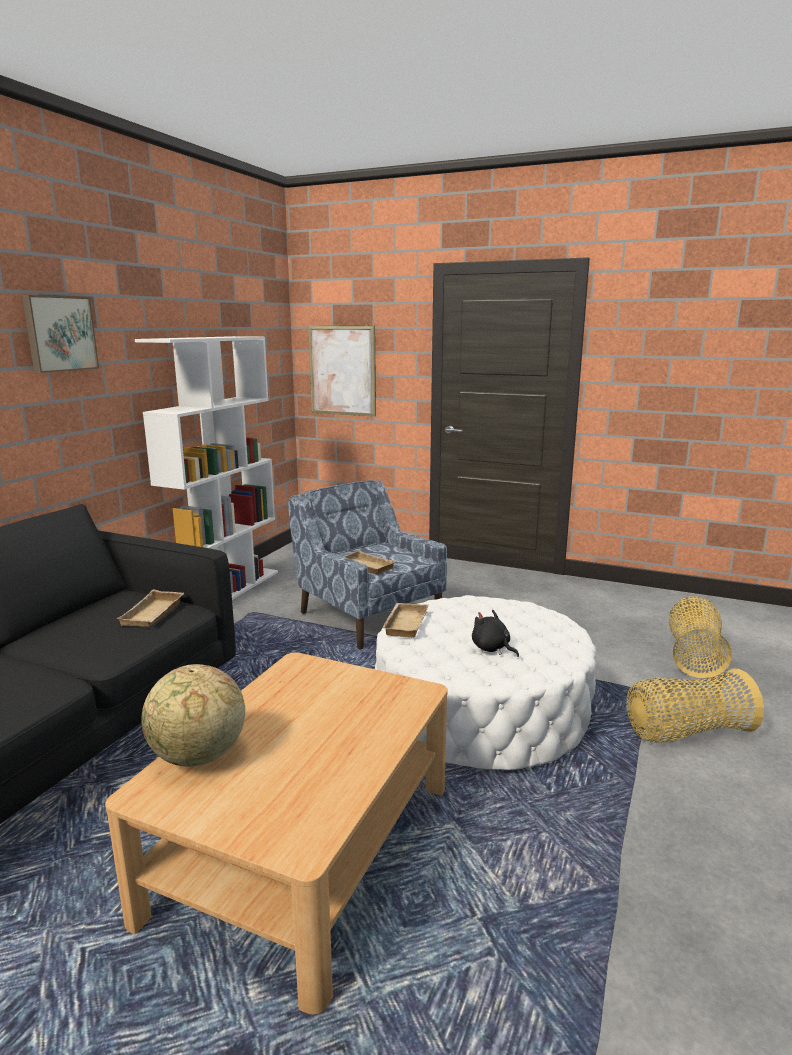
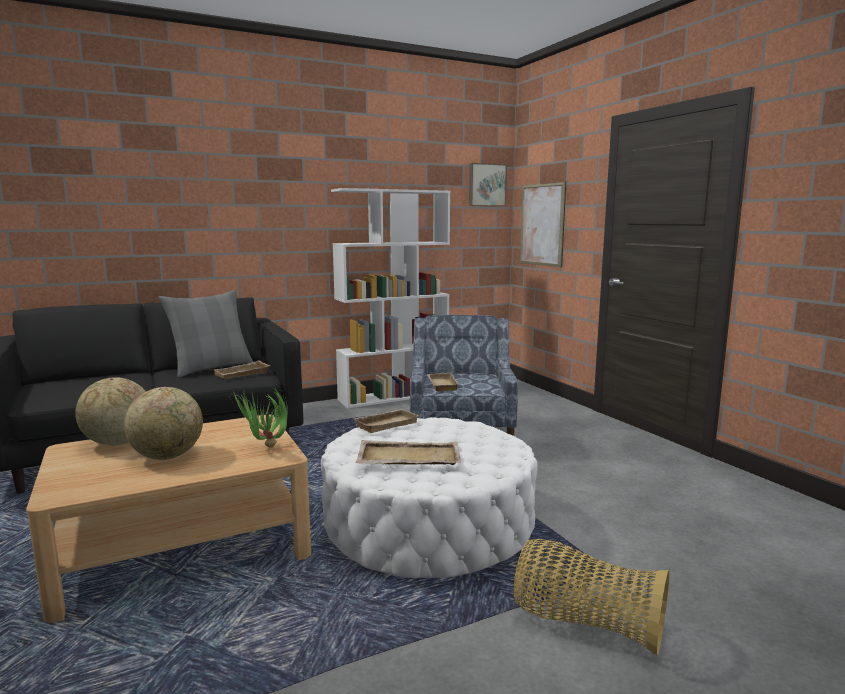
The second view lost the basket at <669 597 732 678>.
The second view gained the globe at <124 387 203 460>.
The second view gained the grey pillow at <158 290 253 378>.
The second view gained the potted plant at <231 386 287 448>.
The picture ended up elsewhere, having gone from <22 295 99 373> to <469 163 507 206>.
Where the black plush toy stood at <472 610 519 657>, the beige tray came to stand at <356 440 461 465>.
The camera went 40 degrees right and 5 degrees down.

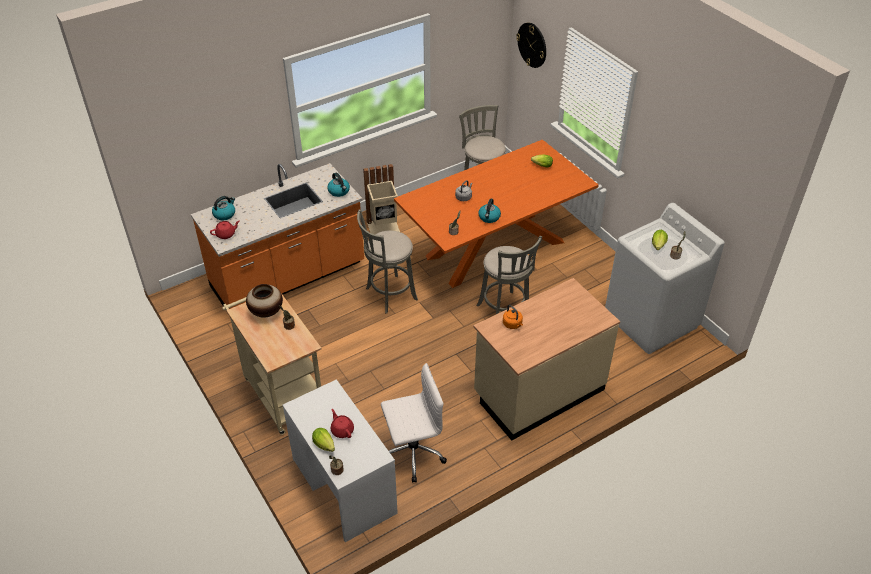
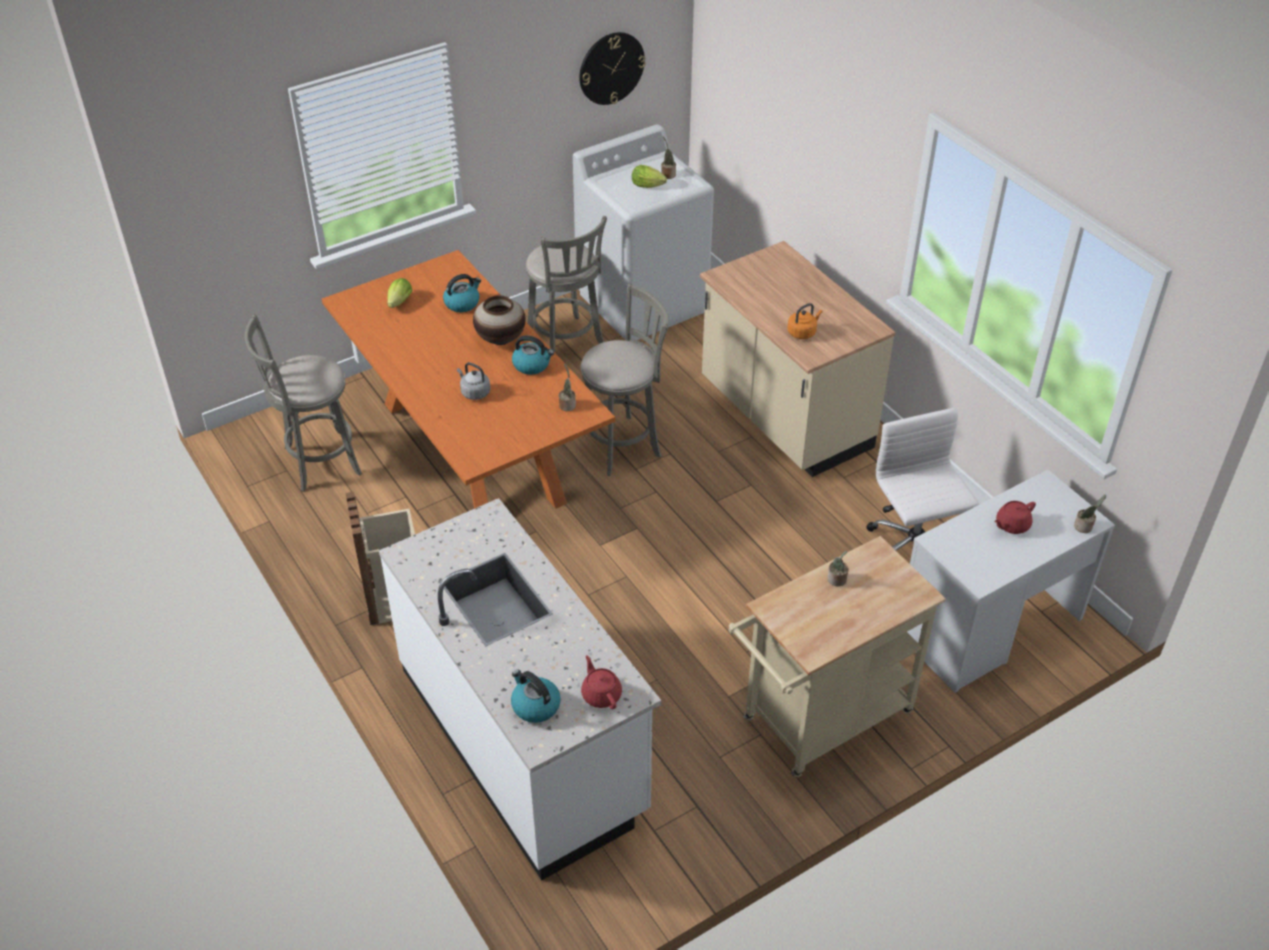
The second view lost the lettuce at <312 428 335 452>.
The vase ended up elsewhere, having gone from <246 284 283 317> to <473 295 526 345>.
The kettle ended up elsewhere, having gone from <327 173 350 197> to <443 274 481 312>.
The grey stool ended up elsewhere, having gone from <357 209 418 314> to <526 216 607 352>.
The wall clock ended up elsewhere, having gone from <516 22 546 68> to <579 32 646 105>.
What was the orange counter at <191 163 364 309> turned into the white counter at <379 498 661 881>.
The camera went 90 degrees left and 0 degrees up.

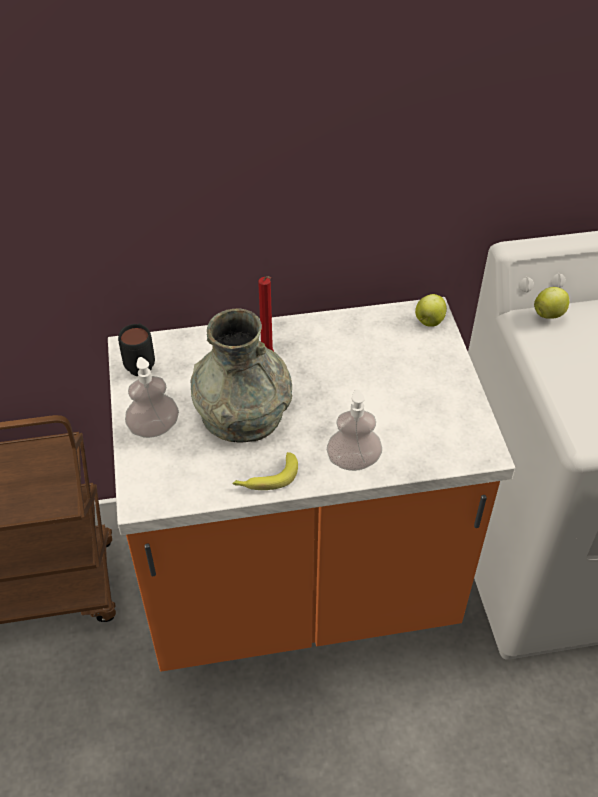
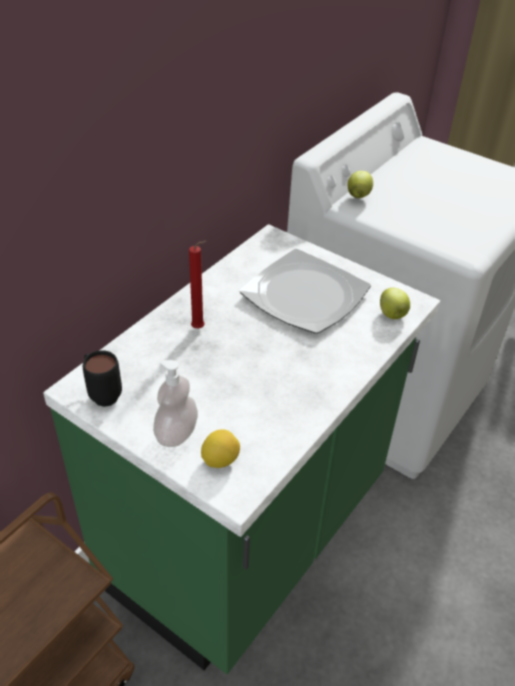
The second view lost the grey vase at <191 309 292 443>.
The second view lost the banana at <232 452 298 490>.
The second view lost the soap dispenser at <327 390 382 471>.
The second view gained the lemon at <201 429 240 468>.
The second view gained the plate at <240 249 371 334>.
The apple ended up elsewhere, having gone from <415 294 447 327> to <380 288 410 319>.
What was the orange counter at <108 297 515 672> turned into the green counter at <43 224 440 674>.
The camera went 45 degrees left and 5 degrees down.

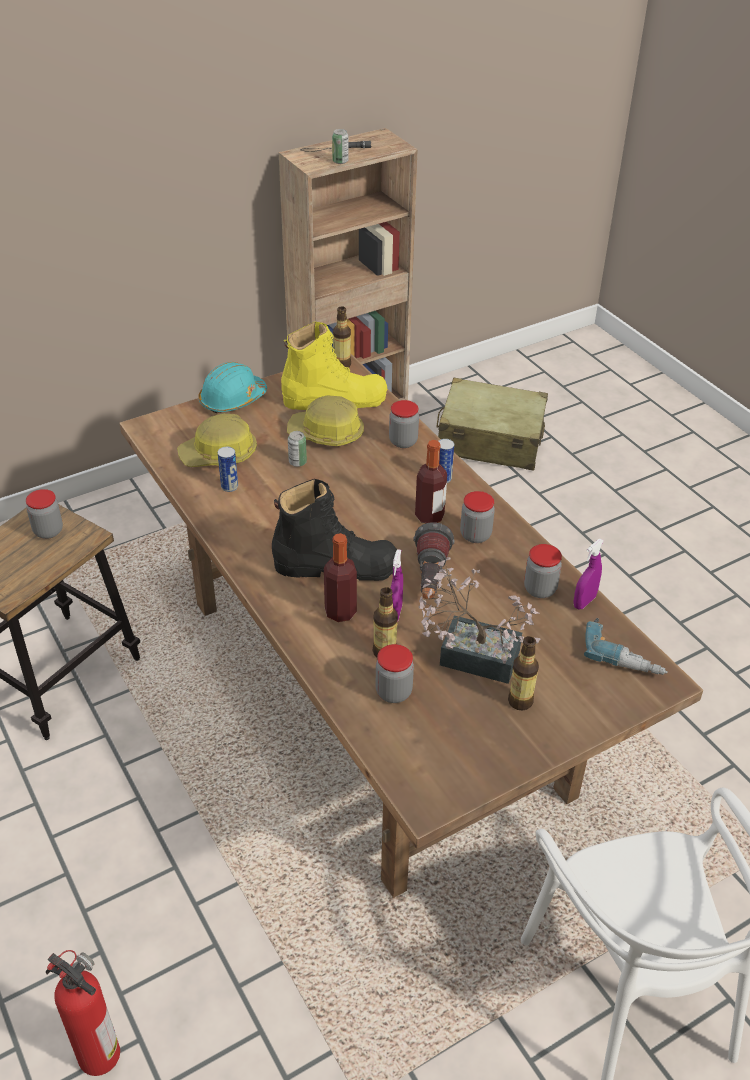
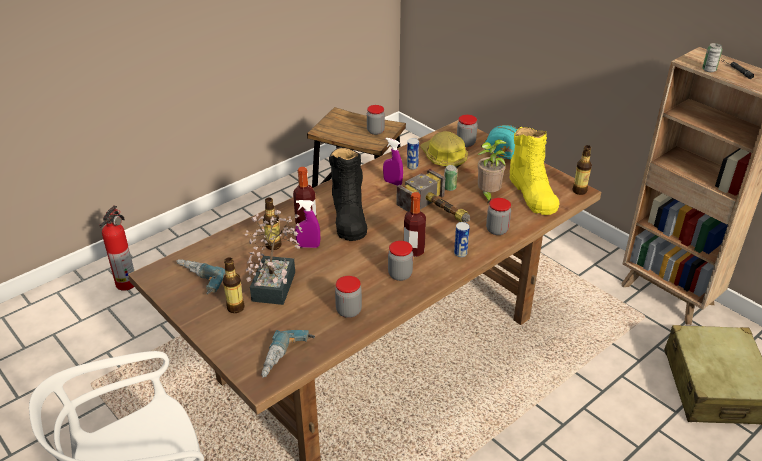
The second view lost the flashlight at <413 522 455 599>.
The second view gained the power drill at <176 259 225 294>.
The second view gained the hammer at <396 169 470 222>.
The jar ended up elsewhere, having gone from <376 644 414 703> to <457 115 477 147>.
The purple spray bottle ended up elsewhere, having gone from <574 539 604 610> to <383 138 403 186>.
Where the hard hat stood at <287 396 364 446>, the potted plant came to stand at <477 139 507 204>.
The camera went 80 degrees right and 5 degrees down.

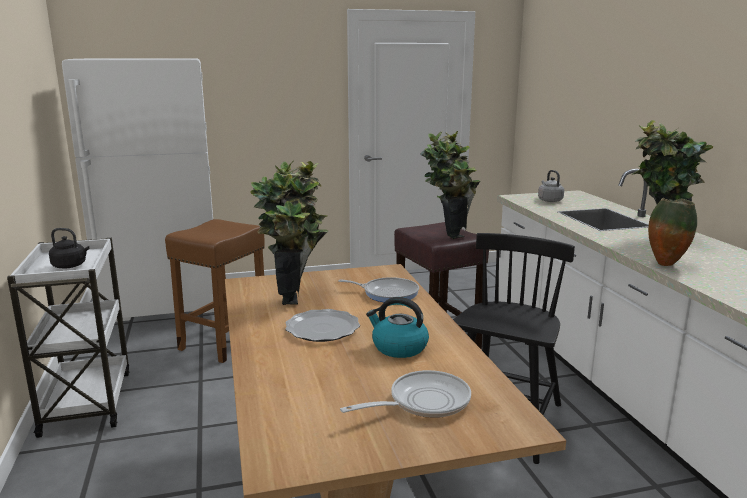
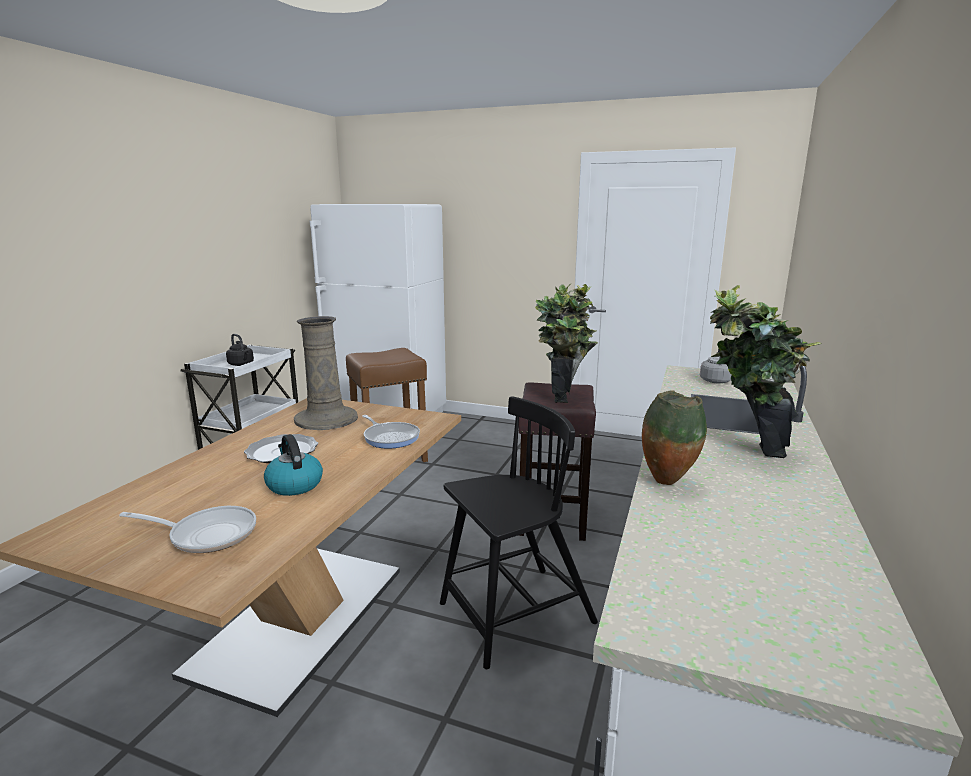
Where the potted plant stood at <250 160 328 305>, the beige vase came to stand at <294 316 358 430>.
The camera went 35 degrees right and 0 degrees up.

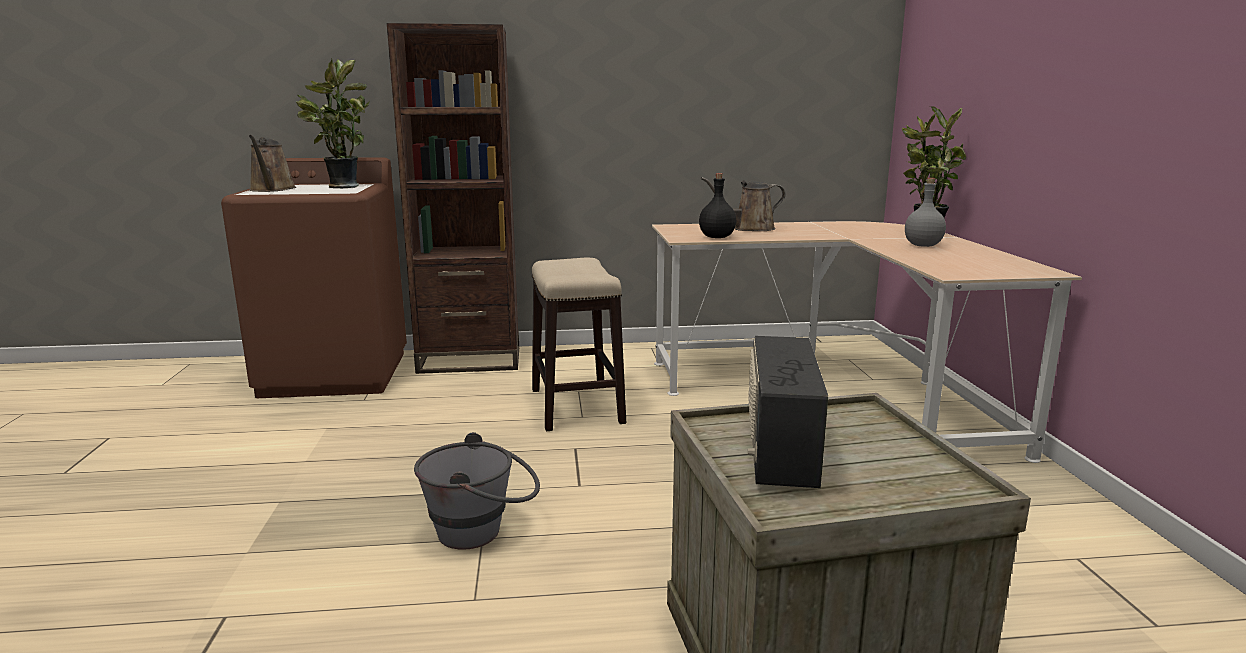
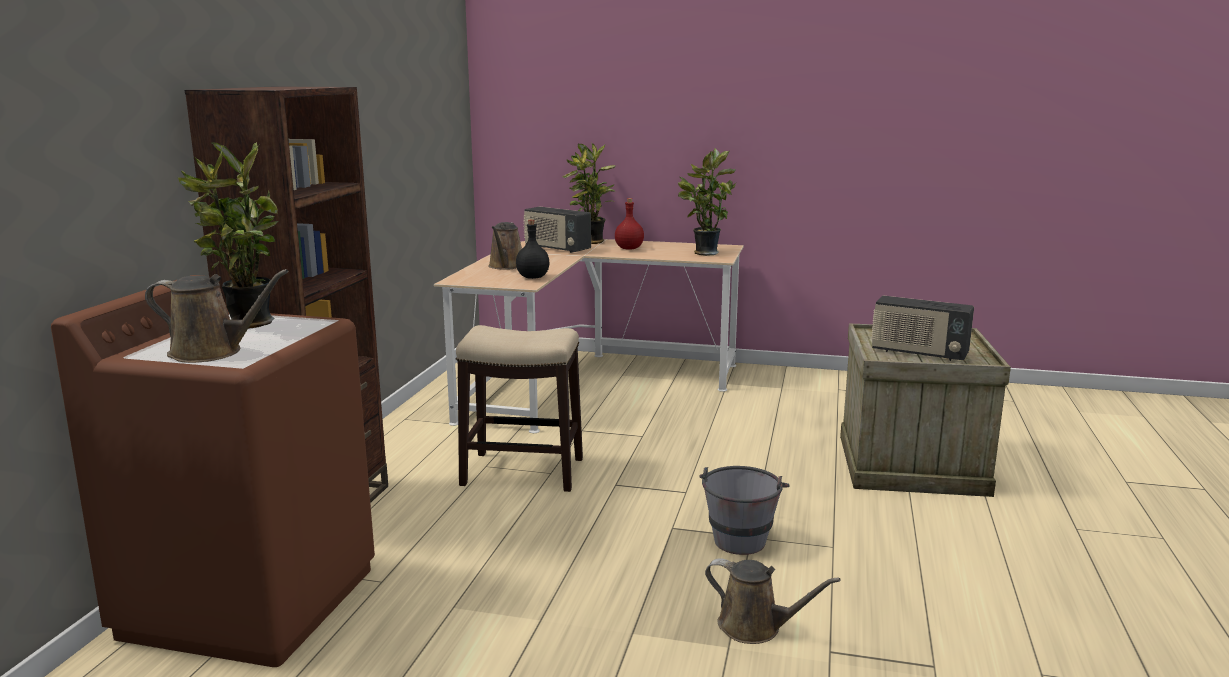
The second view gained the radio at <523 207 591 253>.
The second view gained the potted plant at <678 148 736 256>.
The second view gained the brown watering can at <705 558 841 644>.
What was the grey bottle at <905 178 946 247> turned into the red bottle at <615 198 644 250>.
The camera went 70 degrees left and 0 degrees up.

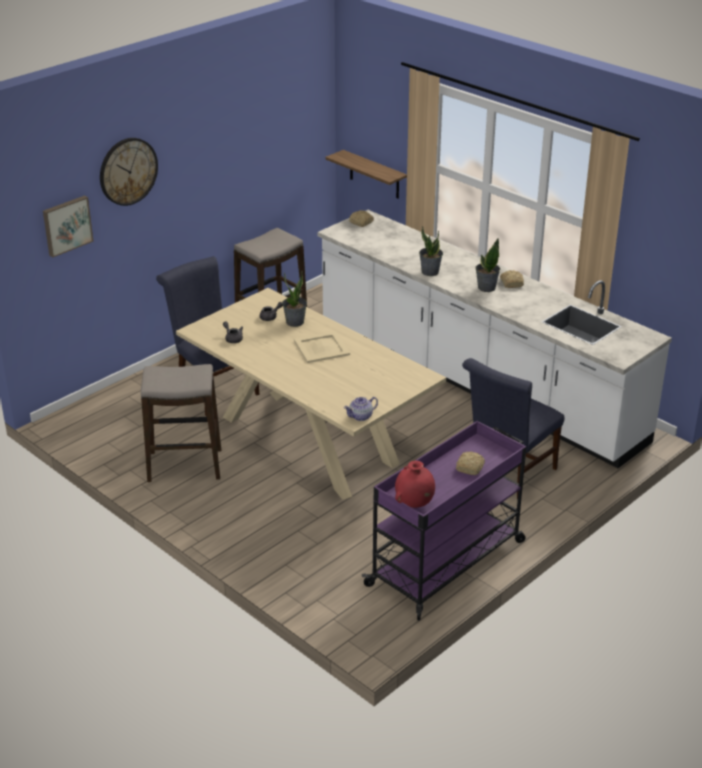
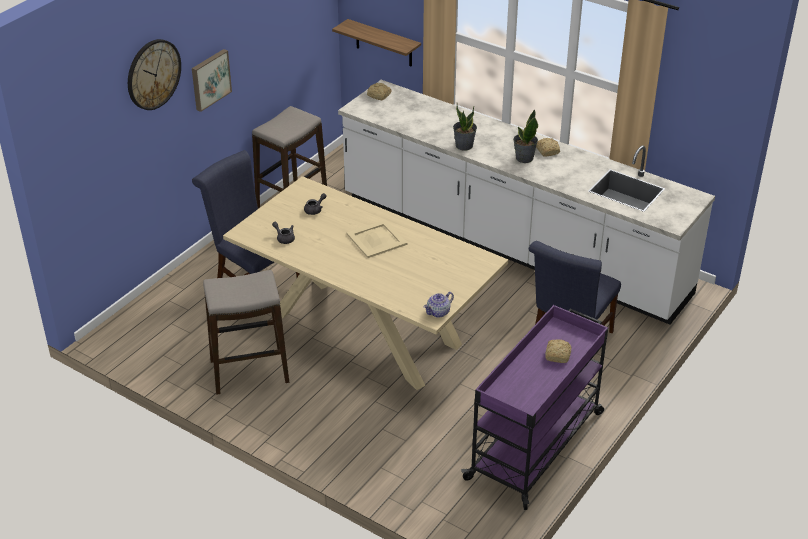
The second view lost the potted plant at <282 273 307 327>.
The second view lost the red vase at <395 461 435 508>.
The picture ended up elsewhere, having gone from <43 196 94 257> to <192 49 232 112>.
The camera went 10 degrees left and 5 degrees up.

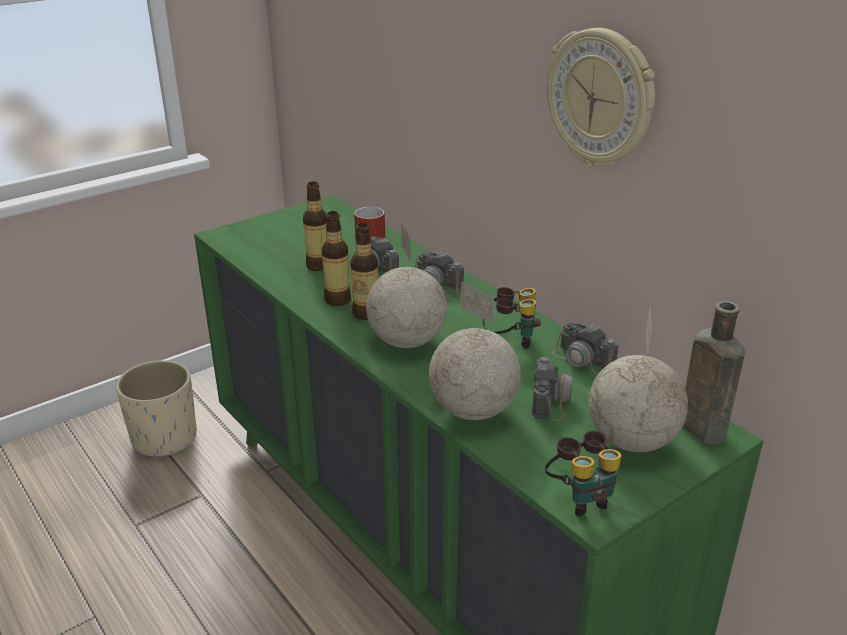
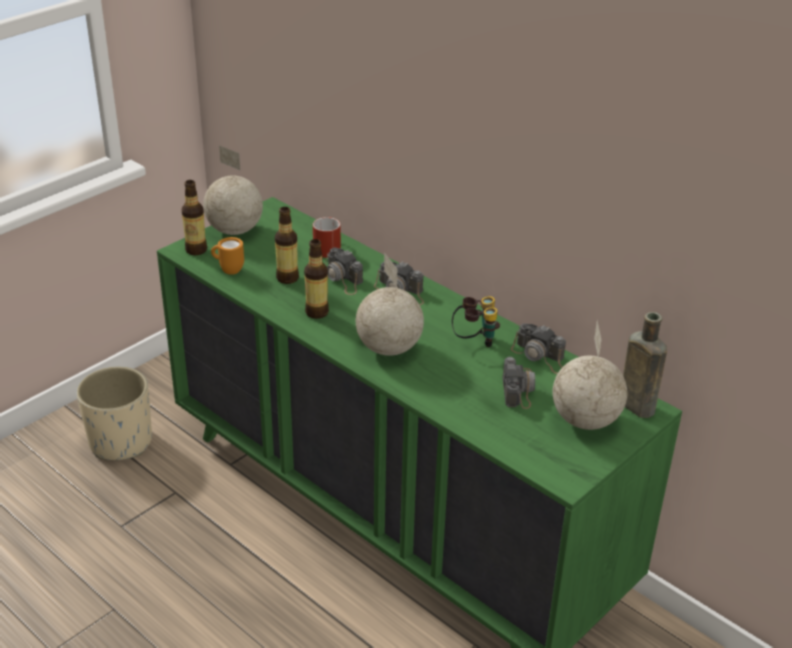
The second view lost the binoculars at <545 431 622 516>.
The second view lost the wall clock at <547 28 655 167>.
The second view gained the orange mug at <211 237 244 275>.
The bottle ended up elsewhere, having gone from <350 223 378 320> to <182 180 207 255>.
The globe ended up elsewhere, having gone from <429 282 521 420> to <203 145 263 235>.
The camera went 10 degrees left and 5 degrees up.

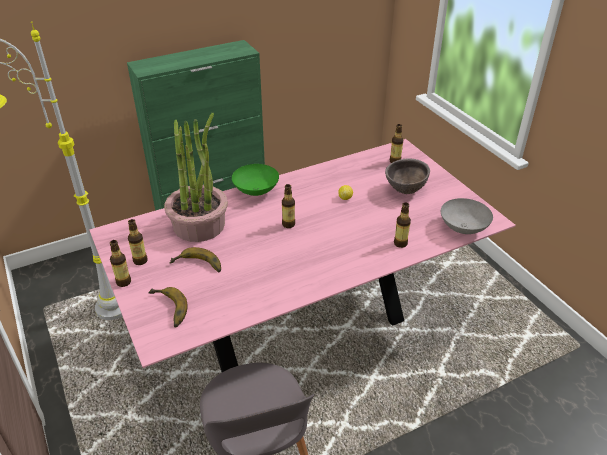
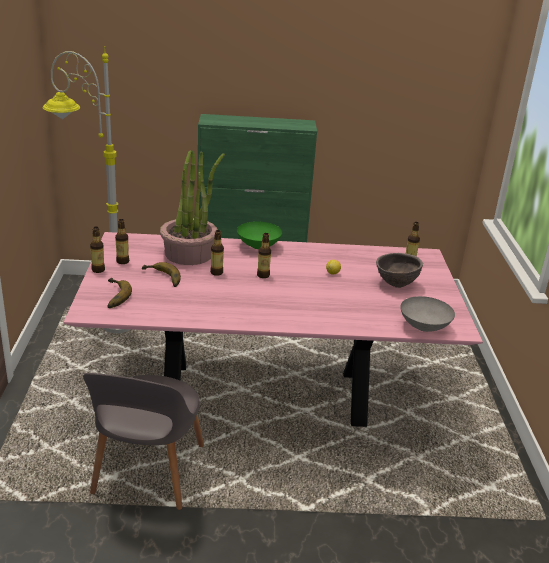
The bottle ended up elsewhere, having gone from <394 203 411 248> to <210 230 224 276>.
The camera went 25 degrees right and 10 degrees down.

